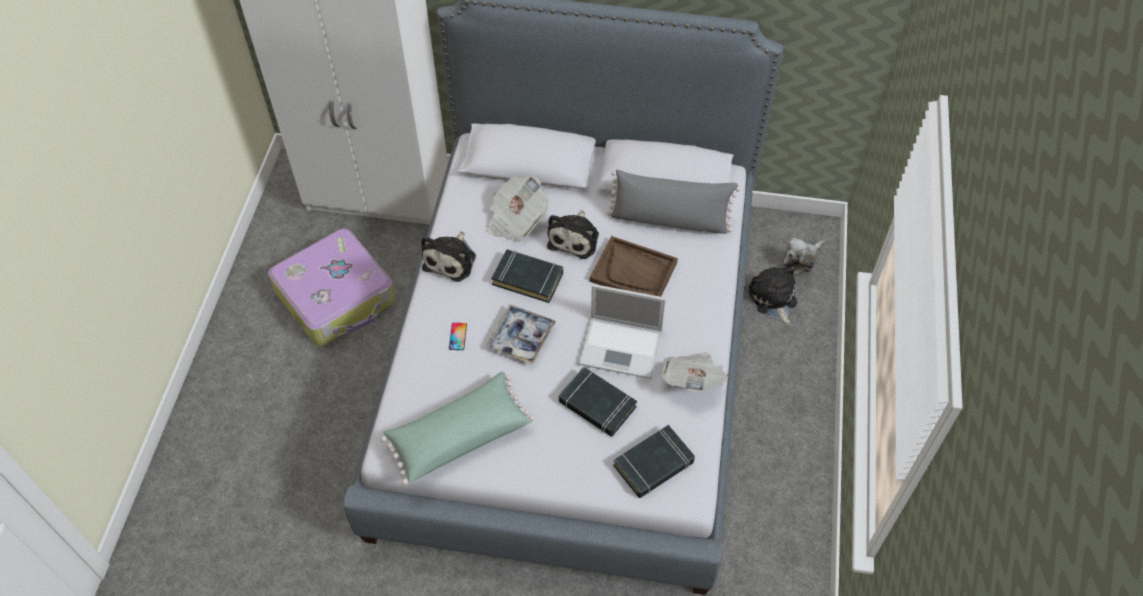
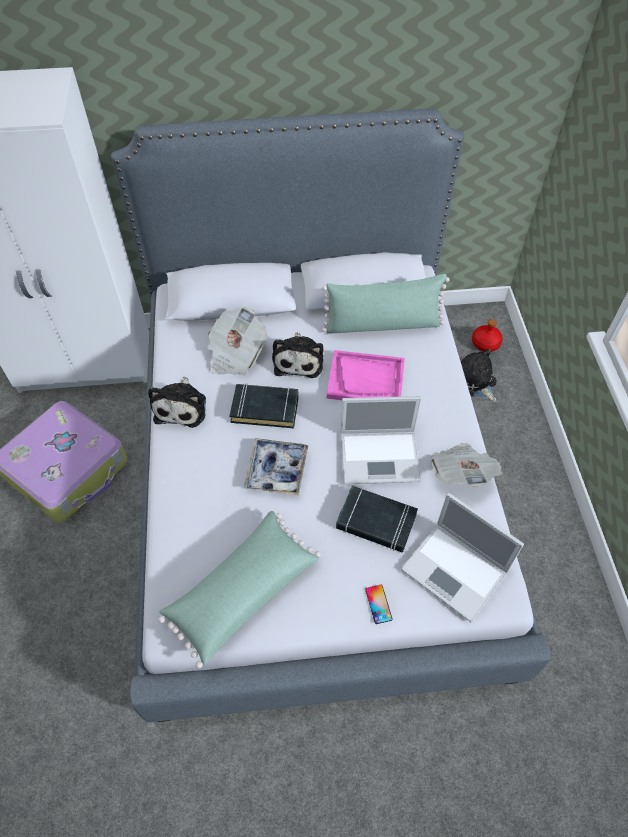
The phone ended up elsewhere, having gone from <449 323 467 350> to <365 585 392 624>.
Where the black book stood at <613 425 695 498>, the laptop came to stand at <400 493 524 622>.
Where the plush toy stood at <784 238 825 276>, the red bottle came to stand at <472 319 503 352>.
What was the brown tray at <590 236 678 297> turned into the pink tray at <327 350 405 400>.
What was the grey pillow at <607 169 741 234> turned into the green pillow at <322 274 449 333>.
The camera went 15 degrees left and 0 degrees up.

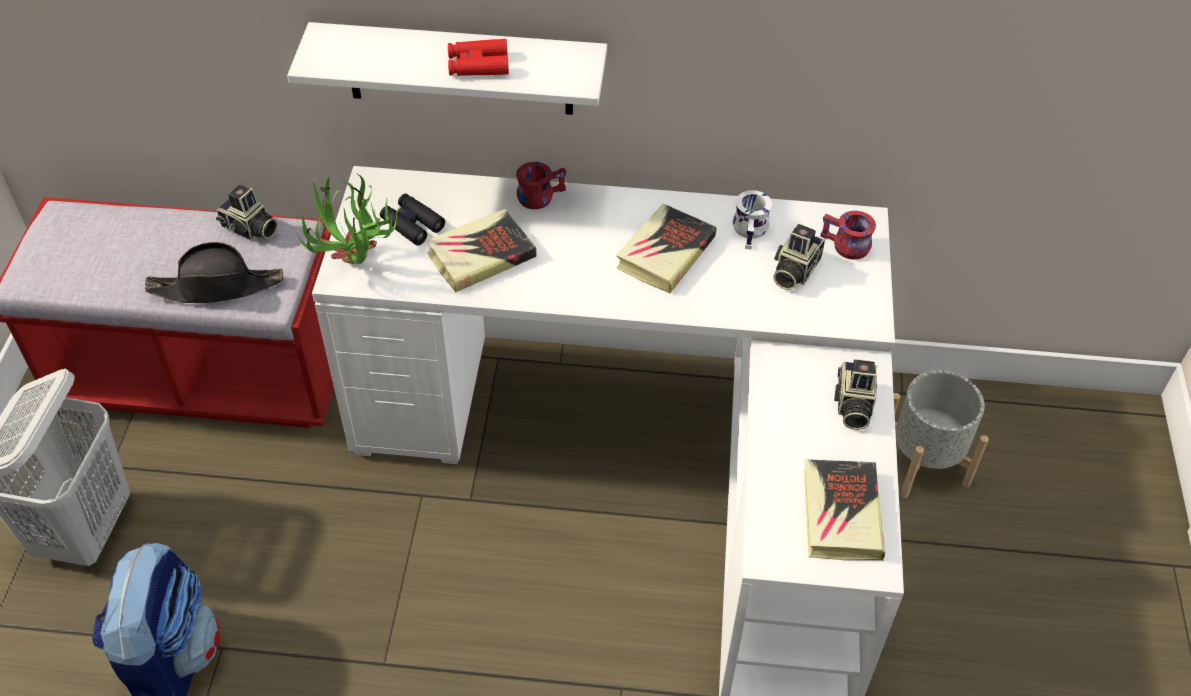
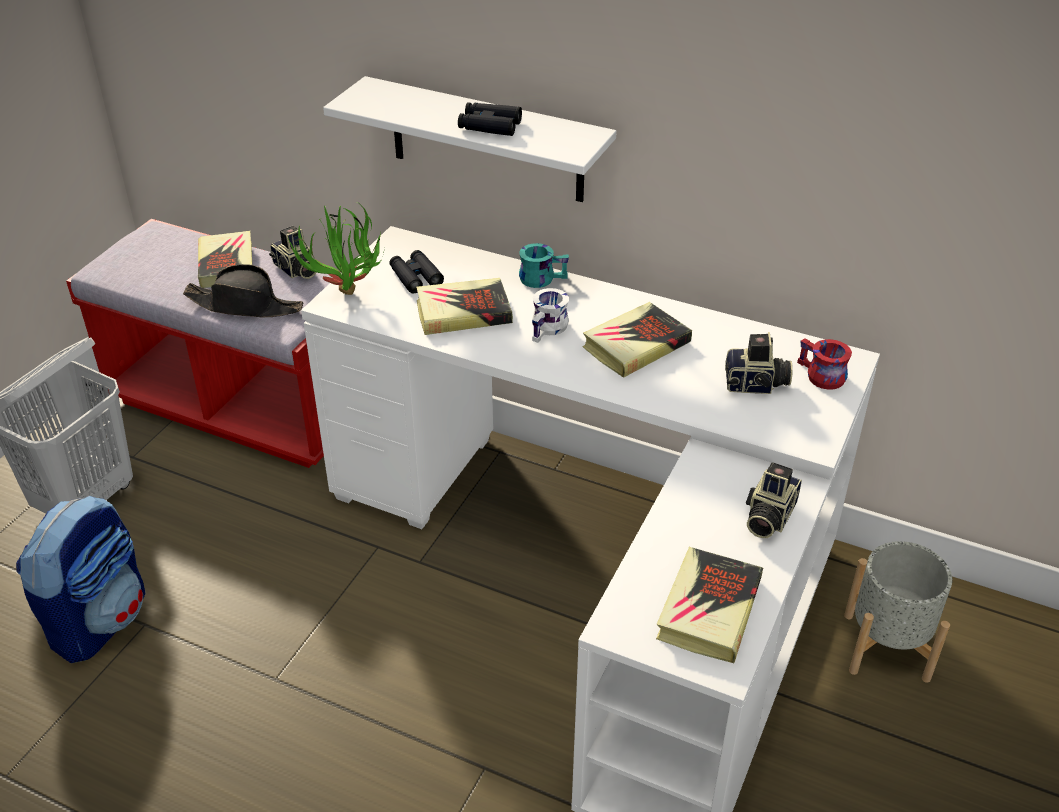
The second view gained the book at <198 231 252 288>.
The white mug ended up elsewhere, having gone from <733 190 772 250> to <532 288 569 343>.
What was the red binoculars at <448 39 509 76> turned into the black binoculars at <458 102 522 136>.
What was the red mug at <516 162 566 209> turned into the turquoise mug at <519 243 569 288>.
The photo camera at <773 224 825 290> ended up facing another way, 135 degrees counterclockwise from before.
The camera went 20 degrees right and 10 degrees down.

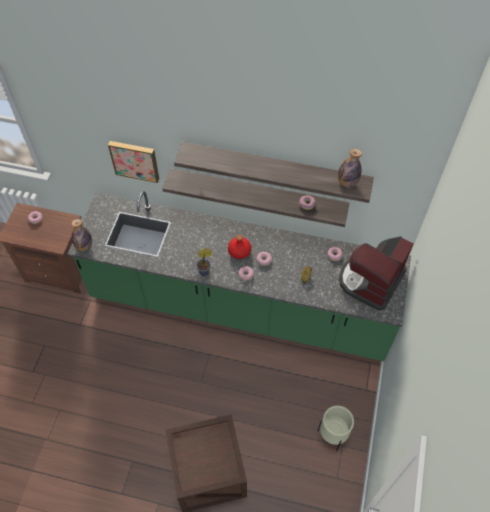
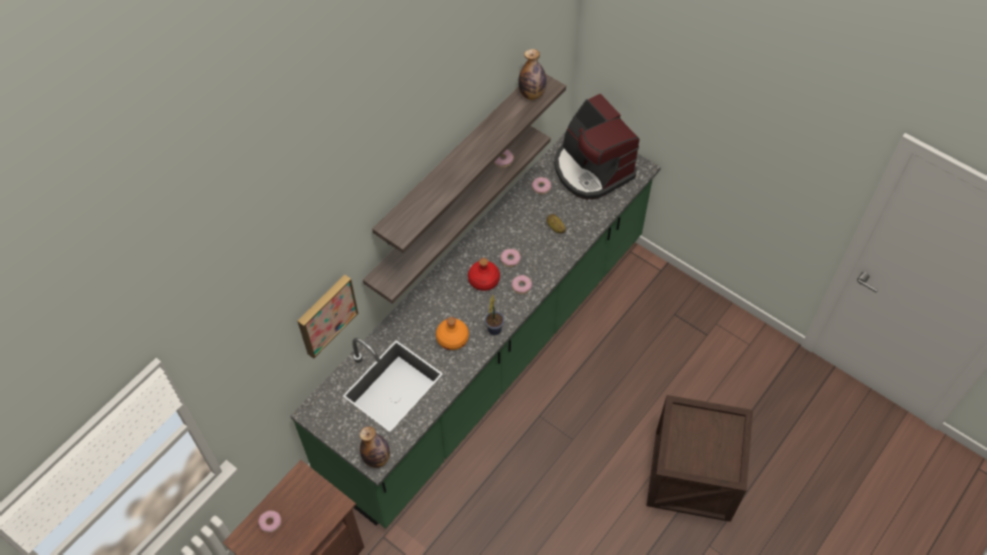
The second view lost the beige planter at <318 406 354 451>.
The second view gained the orange bottle at <436 317 469 350>.
The camera went 65 degrees left and 0 degrees up.

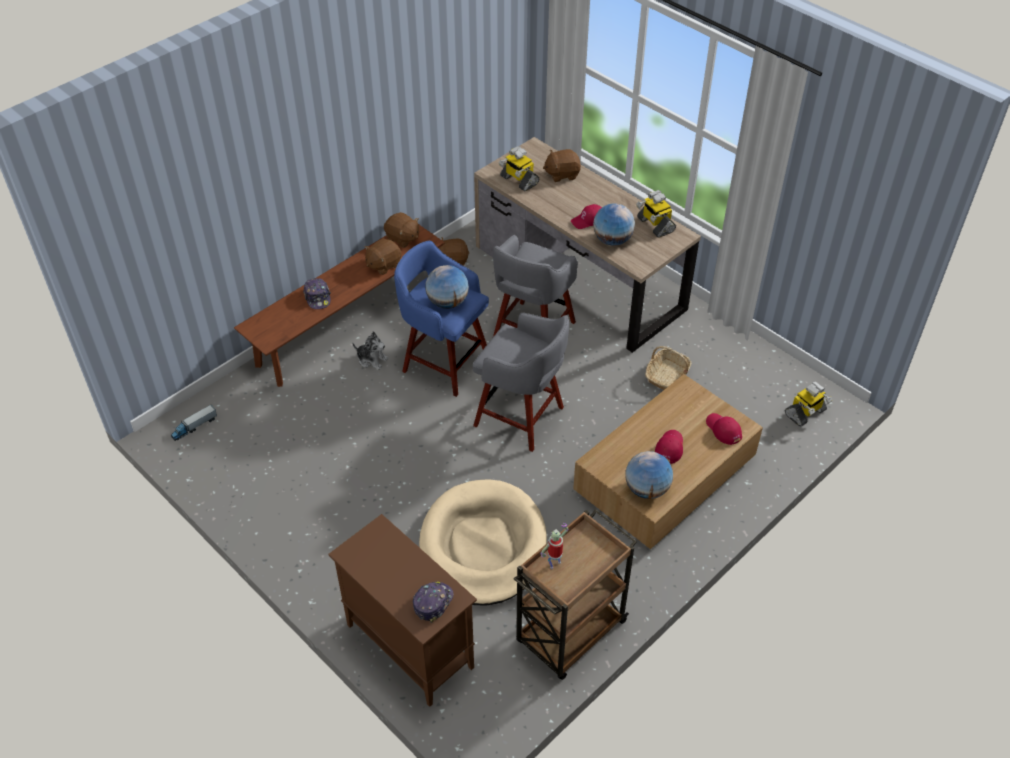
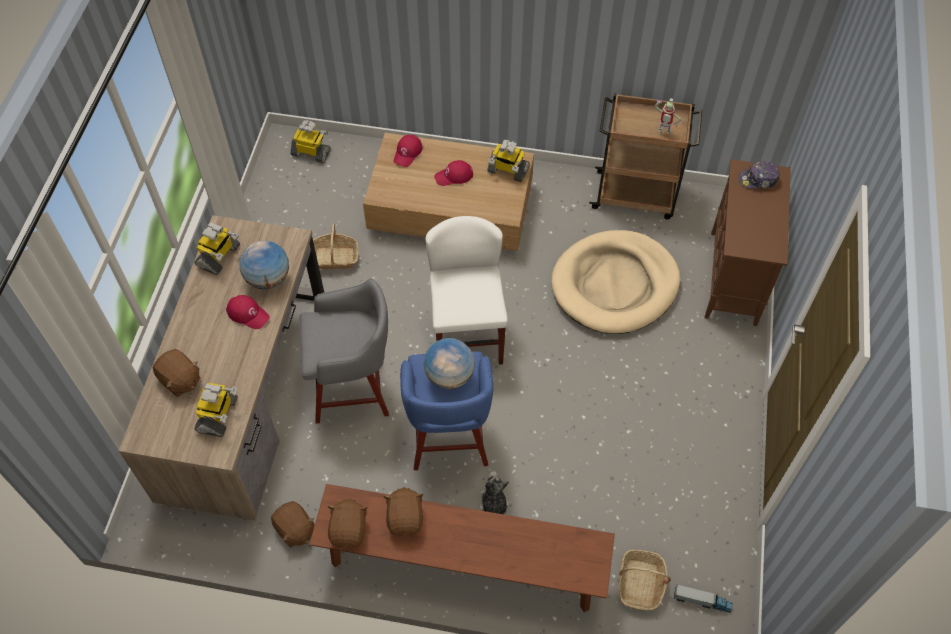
The second view lost the cap at <303 278 331 309>.
The second view gained the basket at <618 550 671 610>.
Where the grey stool stood at <473 313 569 452>, the white chair came to stand at <426 216 508 364>.
Where the globe stood at <625 451 673 499>, the toy robot came to stand at <487 140 530 182>.
The brown plush toy at <365 239 402 275> ended up facing another way, 105 degrees counterclockwise from before.
The camera went 125 degrees left and 10 degrees up.

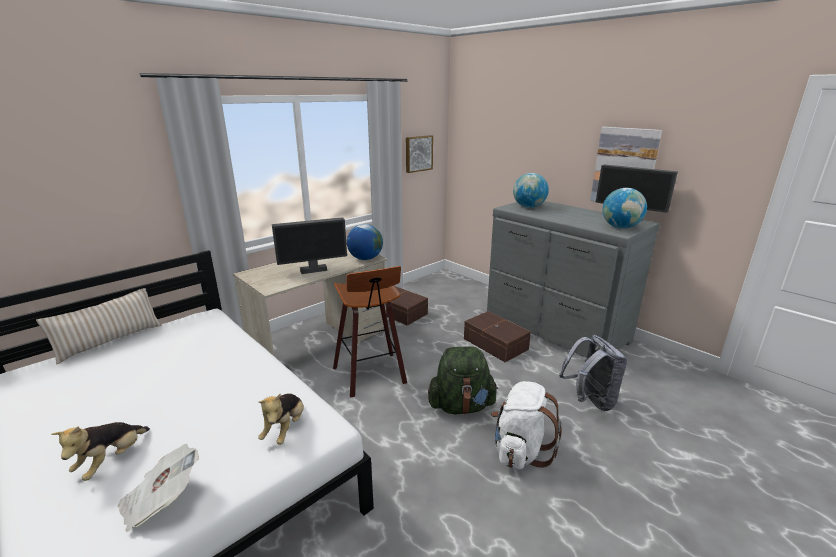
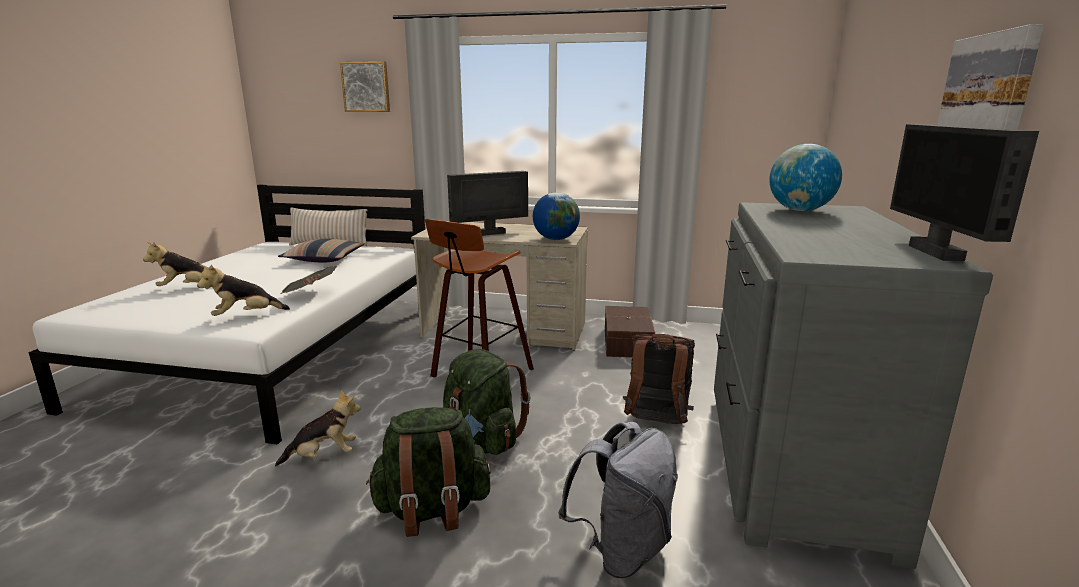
The second view lost the globe at <602 188 647 229>.
The second view gained the plush toy at <275 390 361 466>.
The second view gained the pillow at <278 239 365 262>.
The newspaper ended up elsewhere, having gone from <118 444 199 532> to <280 266 337 294>.
The picture ended up elsewhere, having gone from <406 135 433 173> to <340 61 390 112>.
Where the brown storage box stood at <464 311 531 363>, the brown backpack came to stand at <623 334 695 424>.
What was the white backpack at <491 381 562 469> turned into the green backpack at <366 407 491 537>.
The monitor at <272 217 347 274> ended up facing another way, 120 degrees clockwise from before.
The camera went 55 degrees right and 5 degrees down.

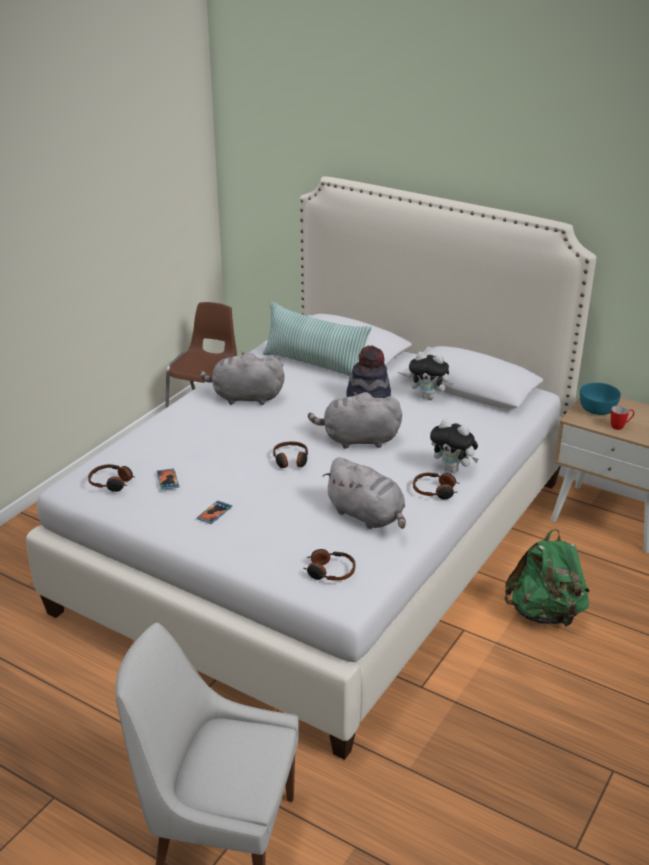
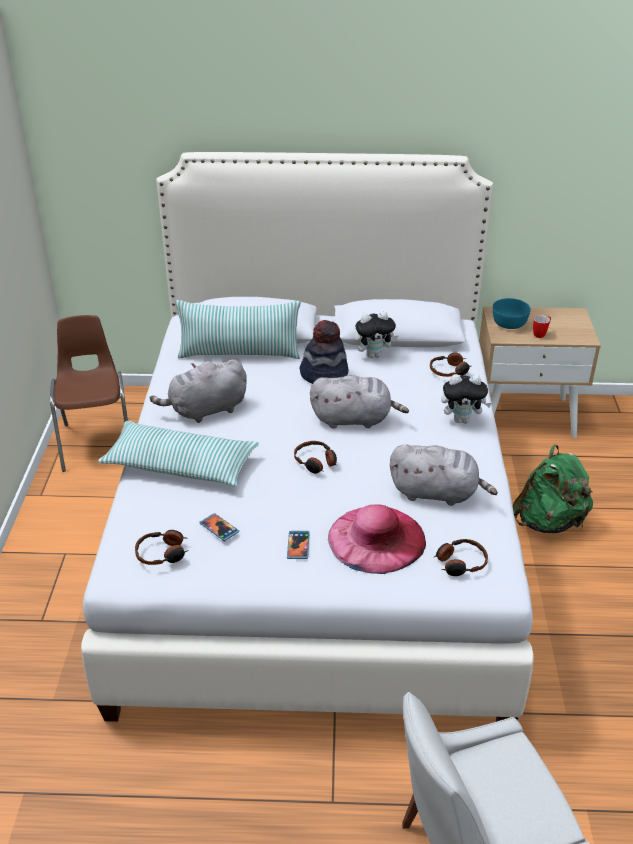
The second view gained the pillow at <98 421 259 486>.
The second view gained the pink hat at <328 504 426 574>.
The headphones ended up elsewhere, having gone from <413 473 460 499> to <430 353 471 377>.
The grey plush toy at <308 391 402 449> ended up facing another way, 150 degrees counterclockwise from before.
The camera went 30 degrees left and 5 degrees up.

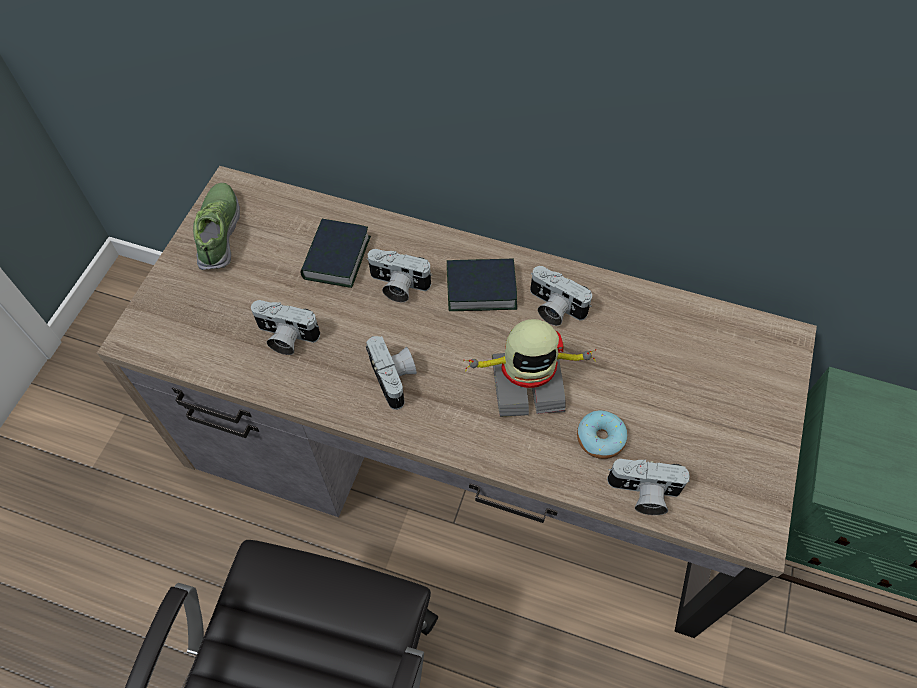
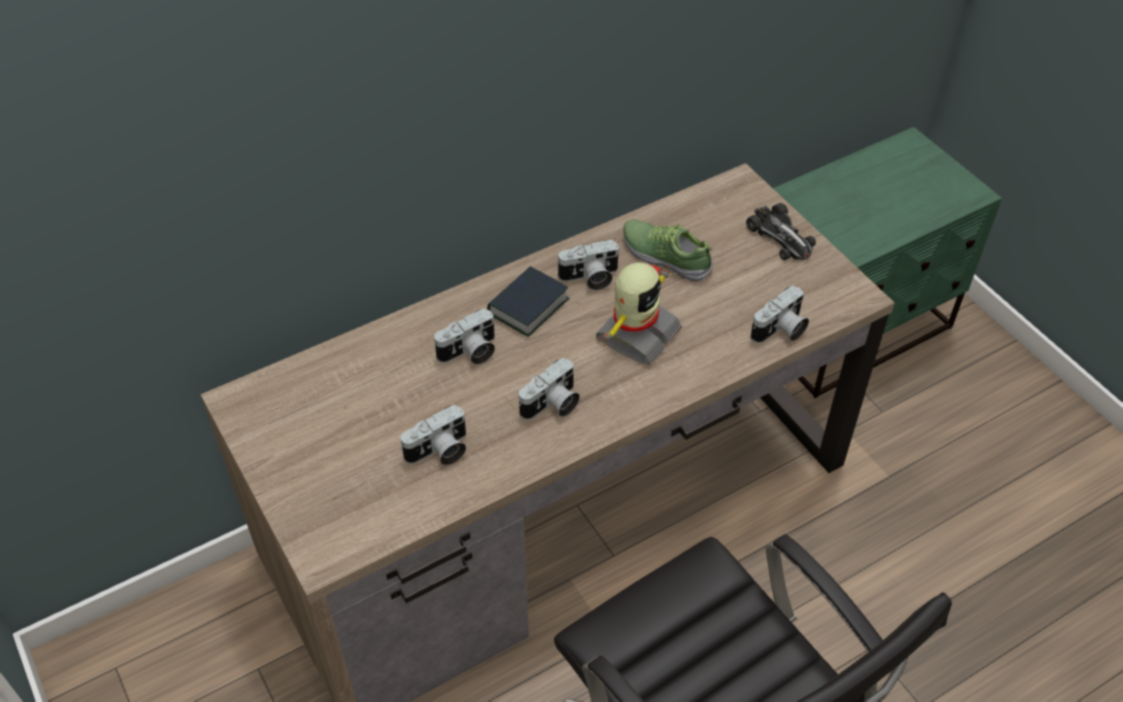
The second view lost the book at <300 219 371 288>.
The second view lost the donut at <577 410 627 459>.
The second view gained the toy car at <746 203 816 260>.
The shoe ended up elsewhere, having gone from <193 183 240 270> to <623 219 713 282>.
The photo camera at <366 336 417 410> ended up facing another way, 120 degrees clockwise from before.
The camera went 50 degrees left and 10 degrees down.

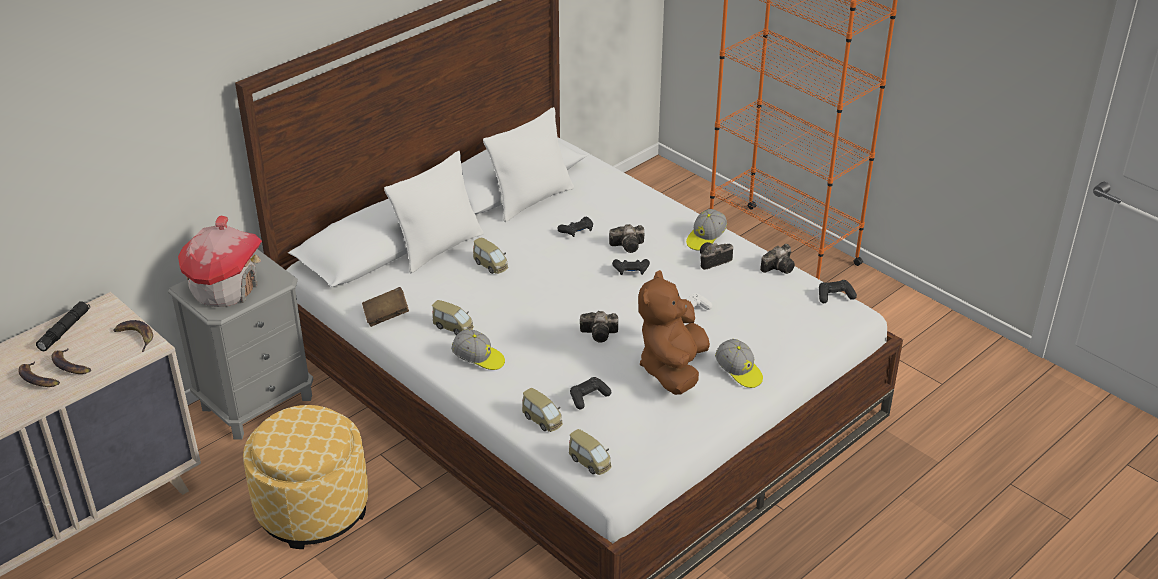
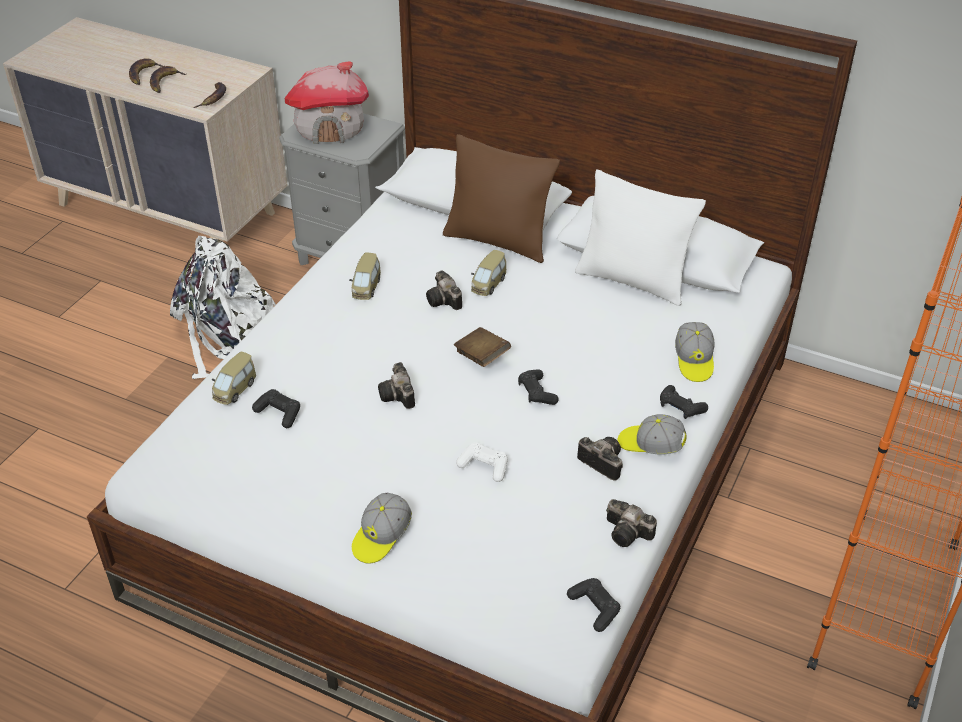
The second view lost the black flashlight at <36 301 90 351>.
The second view lost the toy car at <569 429 612 475>.
The second view lost the brown plush toy at <638 270 710 395>.
The brown book ended up elsewhere, having gone from <362 287 409 327> to <454 327 511 367>.
The cap ended up elsewhere, having gone from <451 329 505 370> to <675 322 715 382>.
The black game controller ended up elsewhere, having gone from <558 217 593 237> to <660 385 708 419>.
The photo camera ended up elsewhere, having gone from <609 224 645 253> to <426 270 462 310>.
Where the ottoman stood at <243 405 368 549>, the white backpack came to stand at <170 236 276 379>.
What was the white pillow at <384 151 484 273> turned into the brown pillow at <443 134 560 263>.
The camera went 70 degrees right and 5 degrees up.

